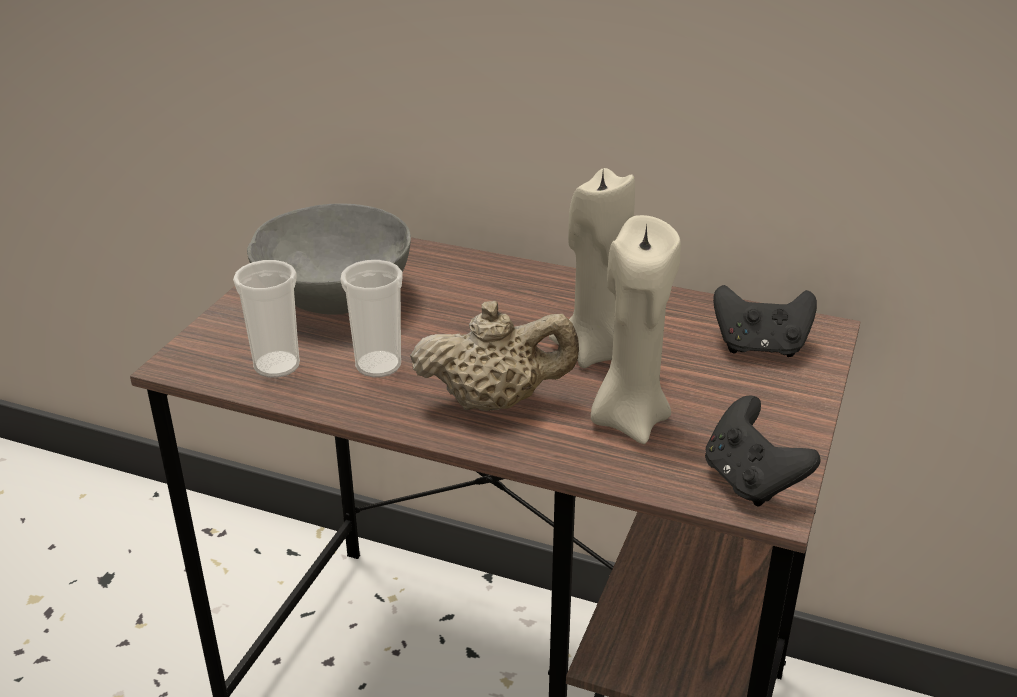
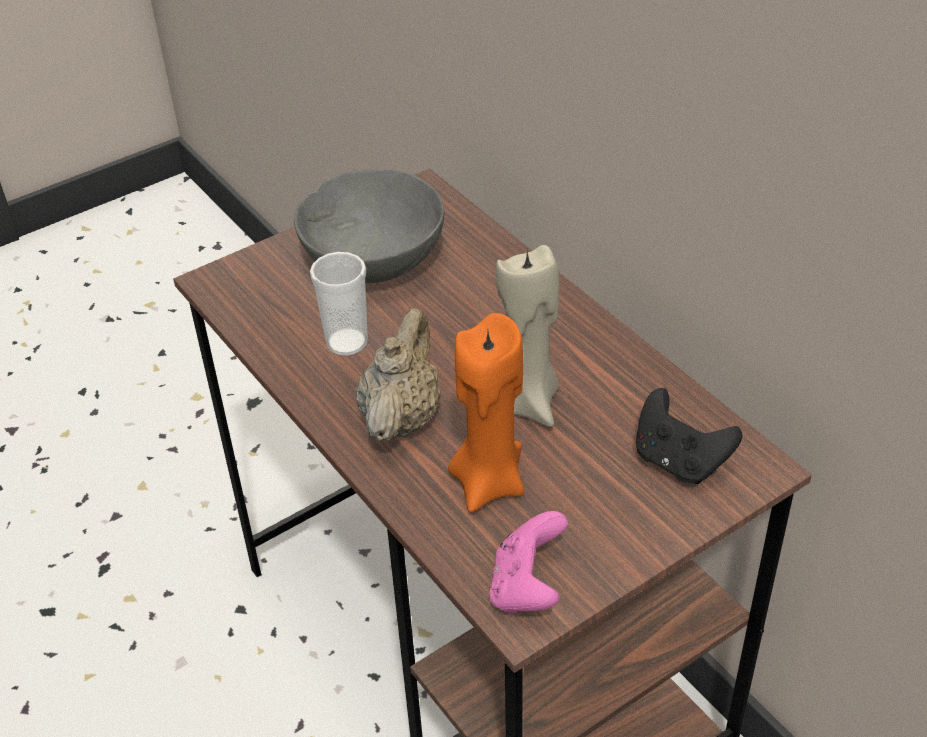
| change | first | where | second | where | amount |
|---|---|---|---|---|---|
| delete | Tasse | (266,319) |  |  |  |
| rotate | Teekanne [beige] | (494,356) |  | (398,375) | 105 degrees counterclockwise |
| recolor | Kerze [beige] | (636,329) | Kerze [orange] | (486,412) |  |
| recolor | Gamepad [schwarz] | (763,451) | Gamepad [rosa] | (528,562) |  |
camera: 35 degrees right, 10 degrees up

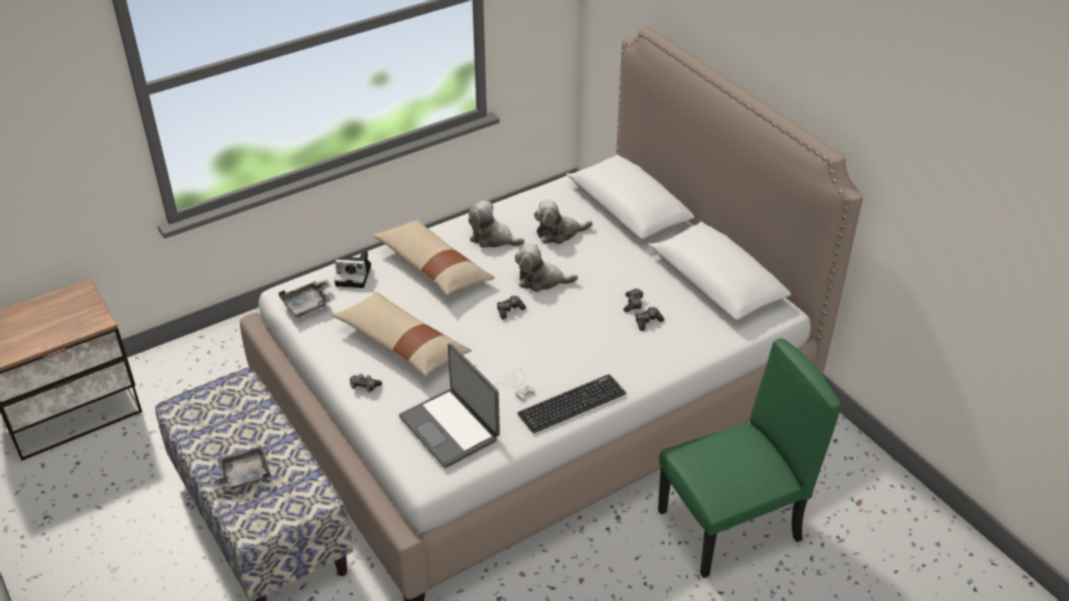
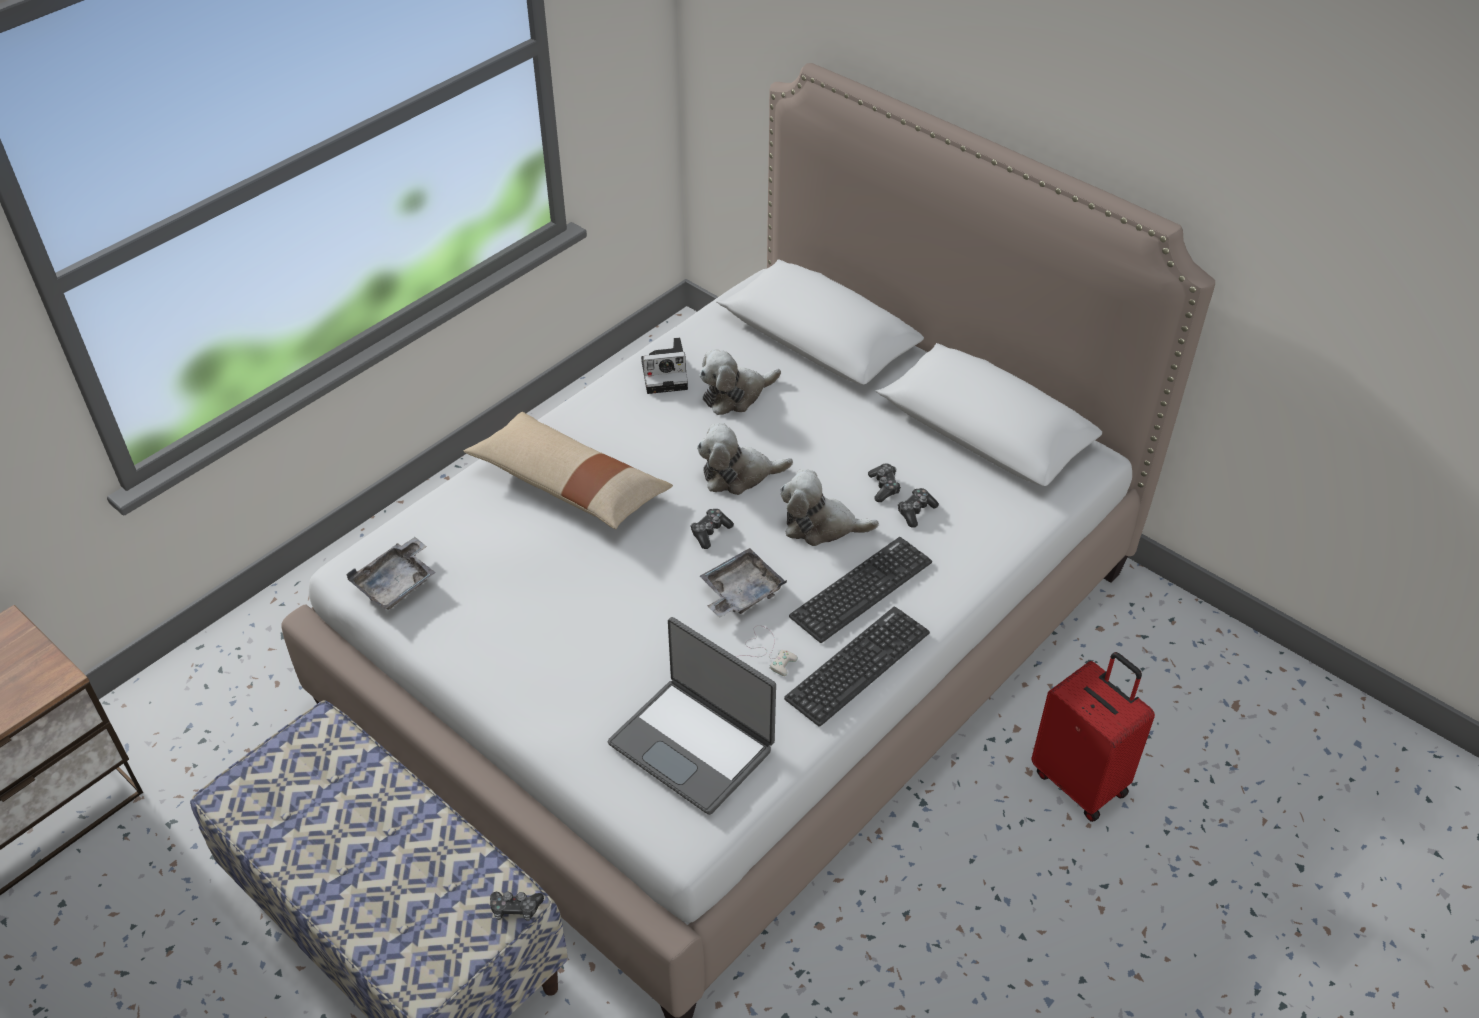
| change | first | where | second | where | amount |
|---|---|---|---|---|---|
| move | Tablett [grau] | (240,468) |  | (743,583) |  |
| delete | Kissen [beige] | (402,334) |  |  |  |
| move | Kamera | (352,269) |  | (664,365) |  |
| move | Gamepad | (366,383) |  | (517,906) |  |
| move | Plüschtier | (496,224) |  | (830,507) |  |
| replace | Stuhl [grün] | (749,458) | Koffer [rot] | (1093,737) |  |
| insert |  |  | Tastatur | (860,590) |  |
camera: 15 degrees left, 5 degrees up

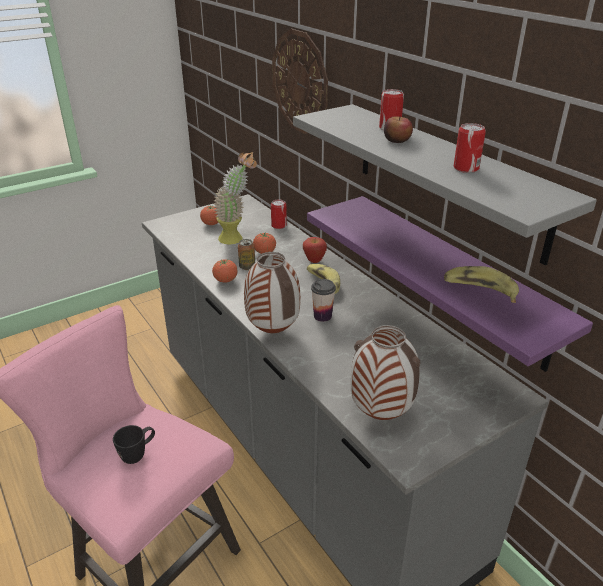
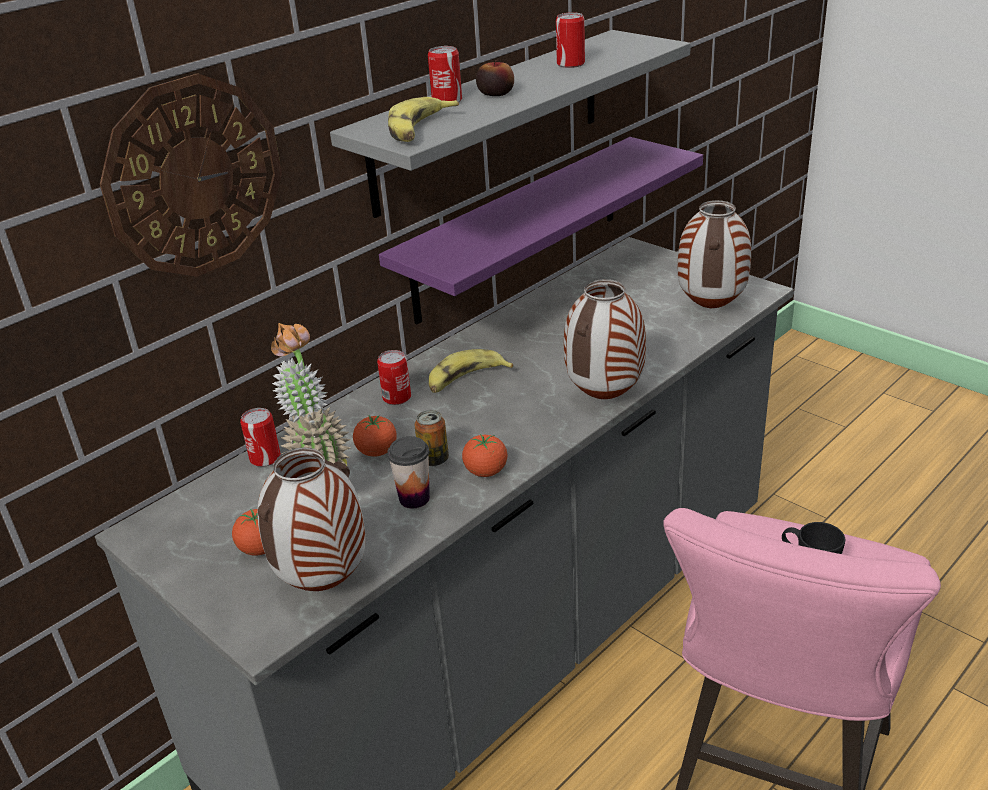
| change | first | where | second | where | amount |
|---|---|---|---|---|---|
| replace | Apfel | (315,250) | Dose | (394,377) |  |
| move | Tasse | (323,300) |  | (408,472) |  |
| move | Banane | (481,284) |  | (423,119) |  |
| insert |  |  | Vase | (311,519) |  |
camera: 100 degrees left, 0 degrees up

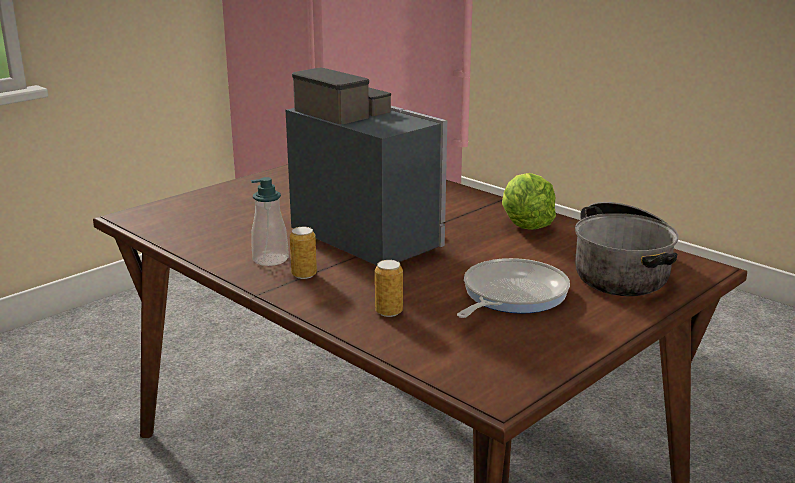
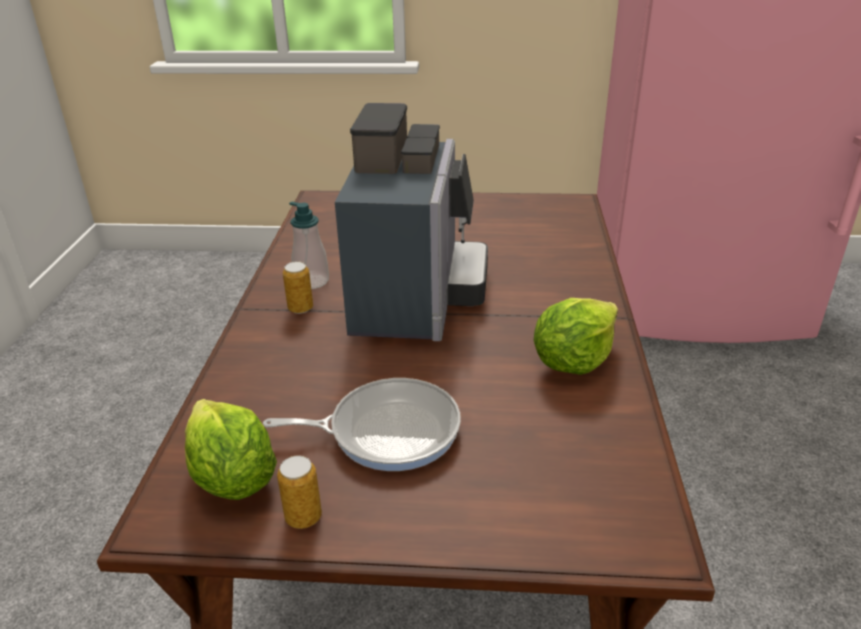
| change | first | where | second | where | amount |
|---|---|---|---|---|---|
| move | Dose | (389,288) |  | (299,492) |  |
| delete | Kochtopf | (627,249) |  |  |  |
| insert |  |  | Salatkopf | (231,449) |  |
camera: 50 degrees right, 10 degrees up

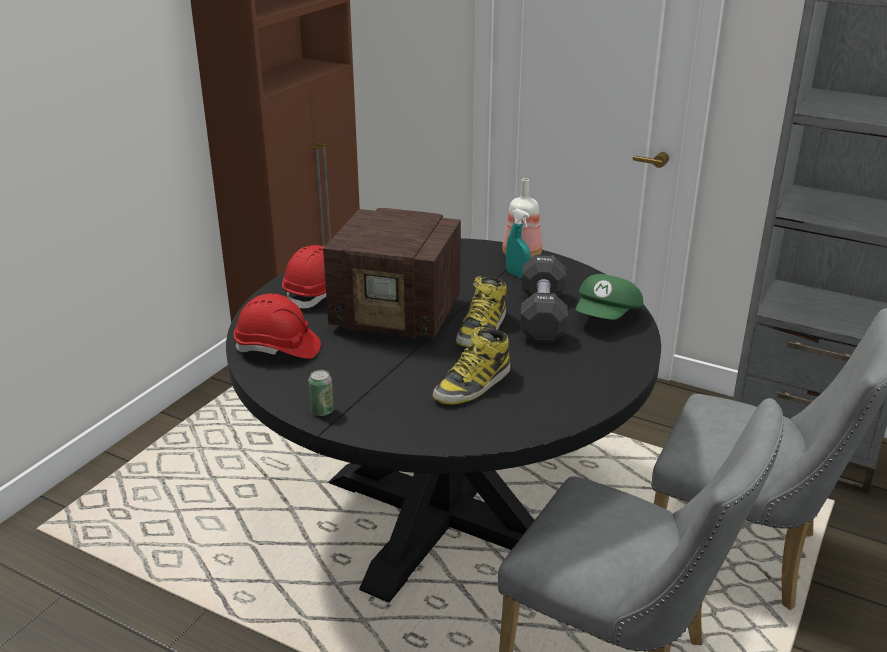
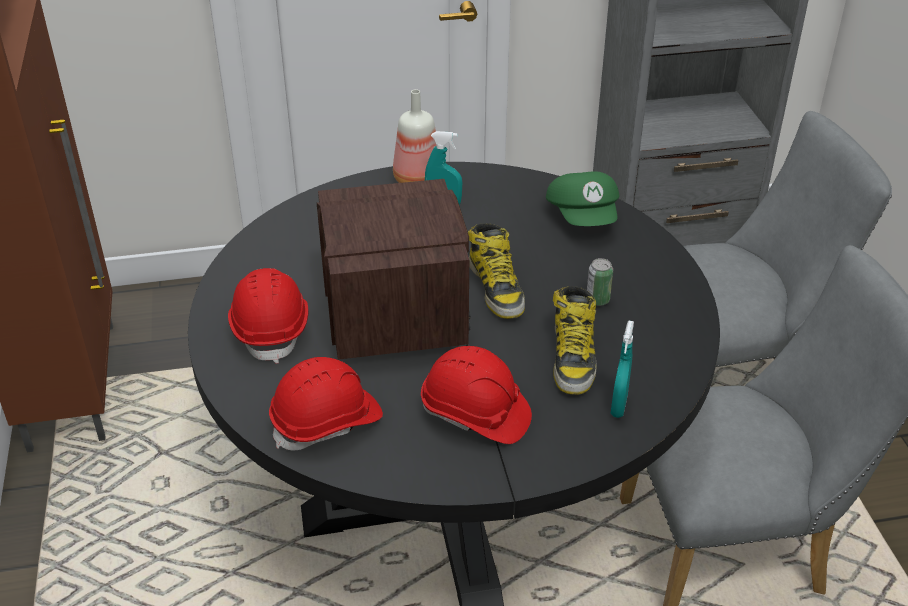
| change | first | where | second | where | amount |
|---|---|---|---|---|---|
| move | Dose | (321,393) |  | (600,282) |  |
| rotate | Radio | (392,273) |  | (393,269) | 75 degrees counterclockwise |
| delete | Hantel [schwarz] | (544,299) |  |  |  |
| insert |  |  | Schutzhelm [rot] | (476,395) |  |
| insert |  |  | Sprühflasche [türkis] | (622,369) |  |
camera: 40 degrees left, 10 degrees up

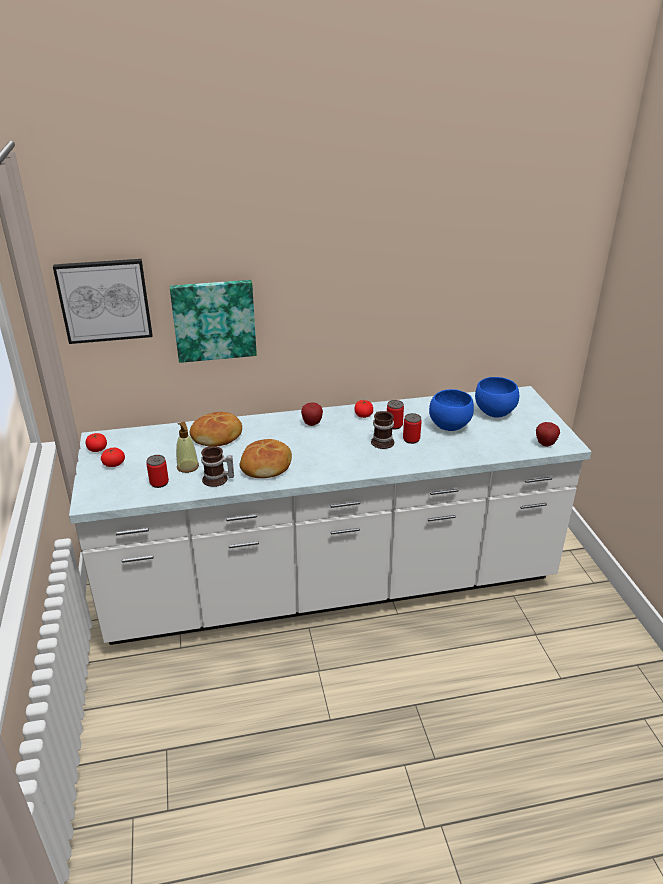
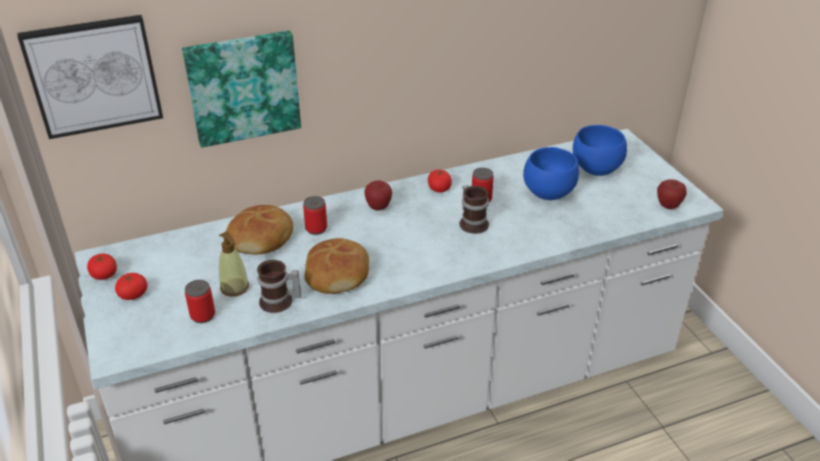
| change | first | where | second | where | amount |
|---|---|---|---|---|---|
| move | Dose | (412,428) |  | (315,215) |  |
camera: 10 degrees left, 5 degrees up

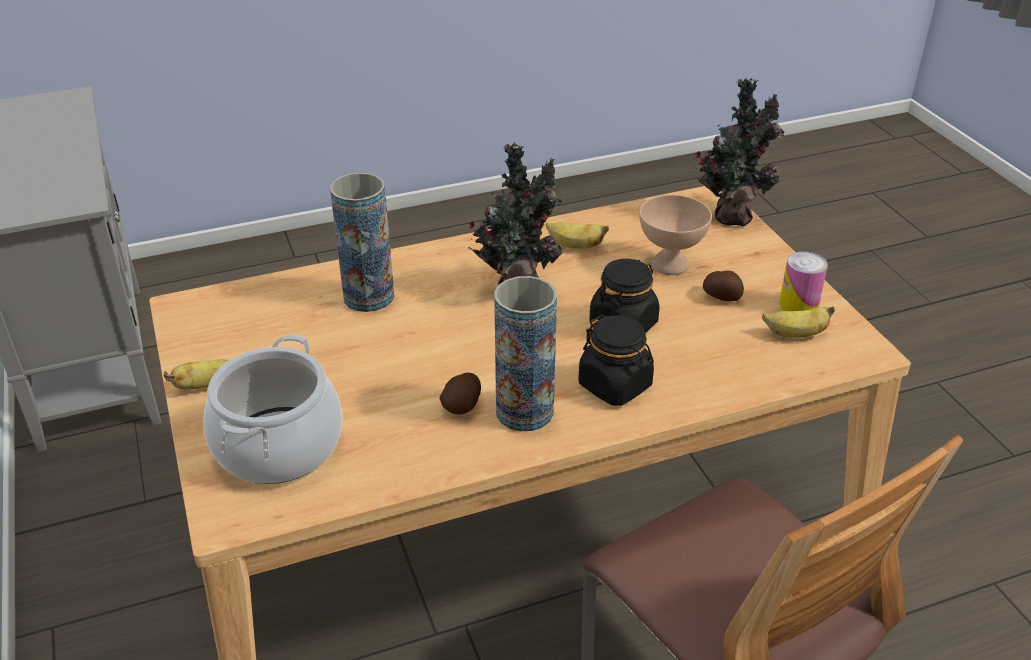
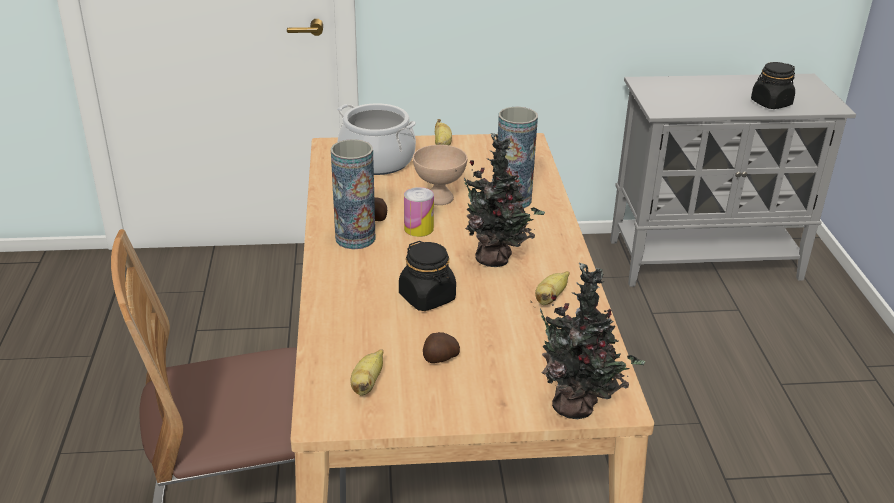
| change | first | where | second | where | amount |
|---|---|---|---|---|---|
| move | Vorratsglas [schwarz] | (616,360) |  | (773,85) |  |
| move | Schüssel [beige] | (675,235) |  | (440,175) |  |
| move | Dose | (803,281) |  | (419,212) |  |
camera: 105 degrees right, 5 degrees down

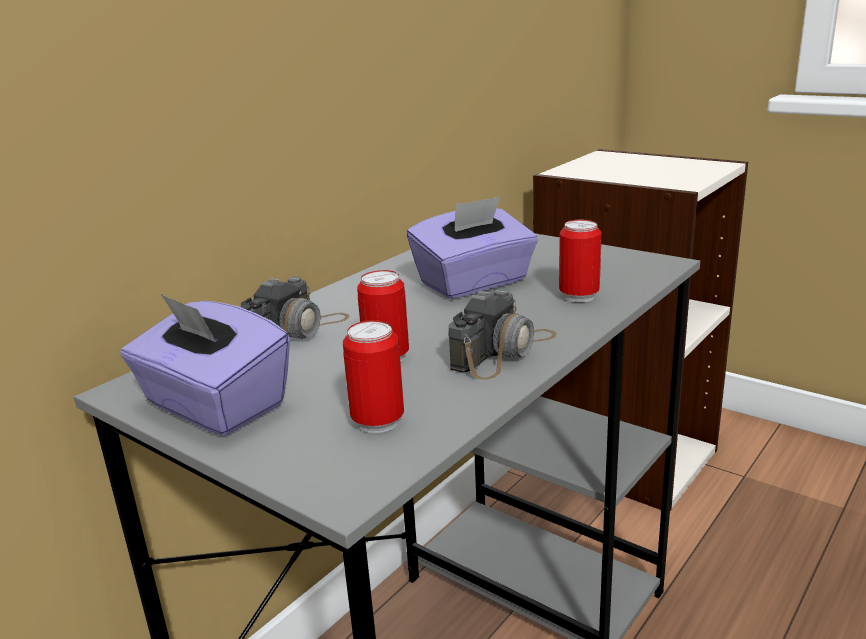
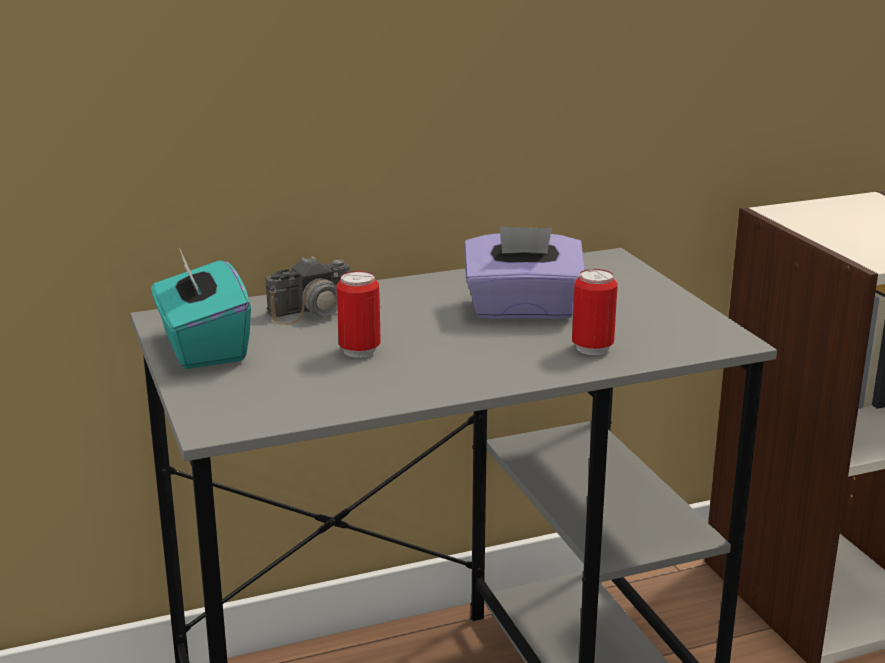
| change | first | where | second | where | amount |
|---|---|---|---|---|---|
| recolor | Taschentuchbox [lila] | (205,364) | Taschentuchbox [türkis] | (201,308) |  |
| delete | Dose | (373,376) |  |  |  |
| delete | Kamera | (502,334) |  |  |  |
camera: 30 degrees right, 0 degrees up

